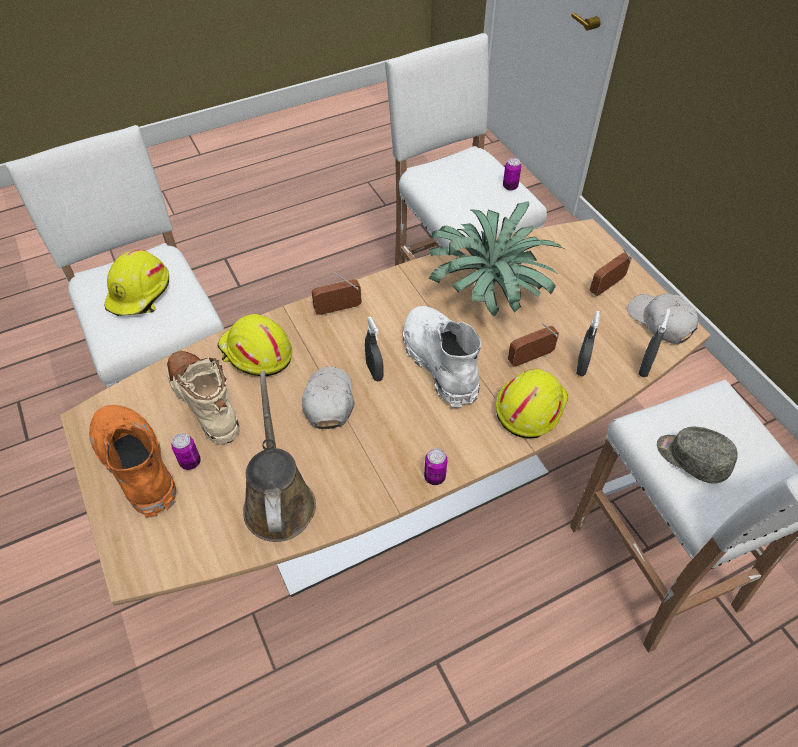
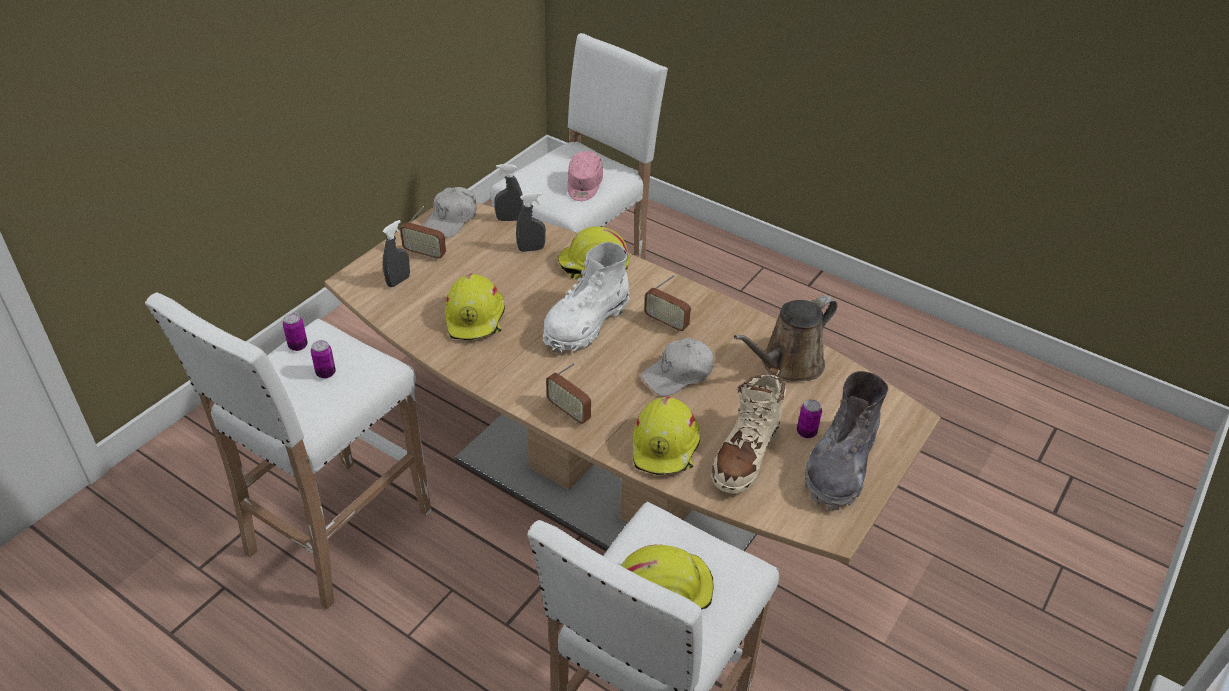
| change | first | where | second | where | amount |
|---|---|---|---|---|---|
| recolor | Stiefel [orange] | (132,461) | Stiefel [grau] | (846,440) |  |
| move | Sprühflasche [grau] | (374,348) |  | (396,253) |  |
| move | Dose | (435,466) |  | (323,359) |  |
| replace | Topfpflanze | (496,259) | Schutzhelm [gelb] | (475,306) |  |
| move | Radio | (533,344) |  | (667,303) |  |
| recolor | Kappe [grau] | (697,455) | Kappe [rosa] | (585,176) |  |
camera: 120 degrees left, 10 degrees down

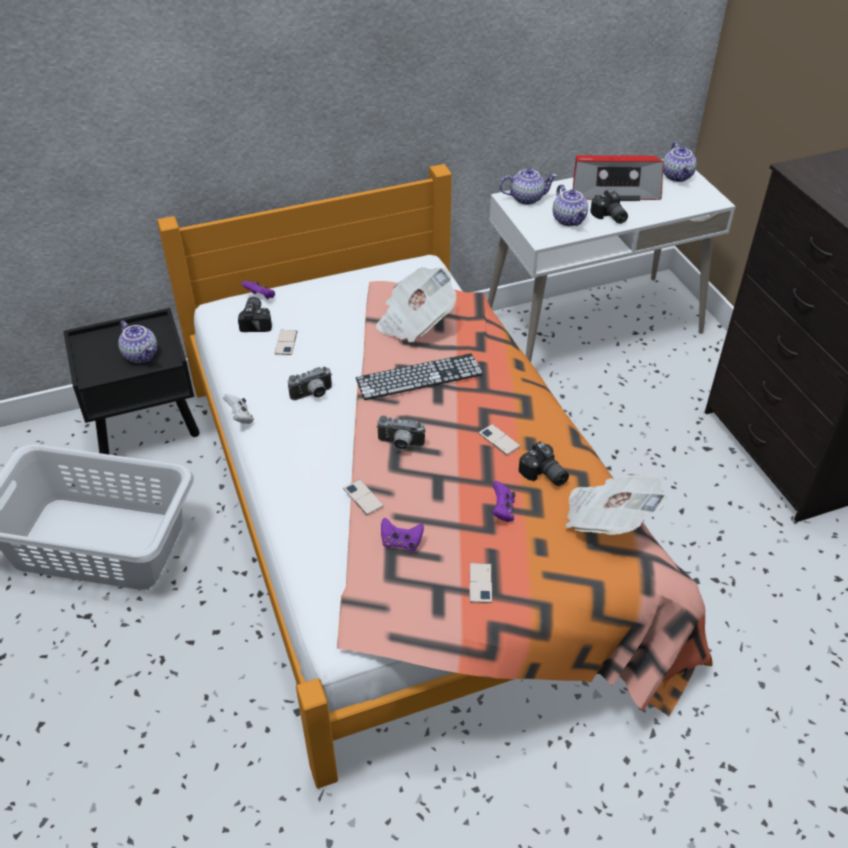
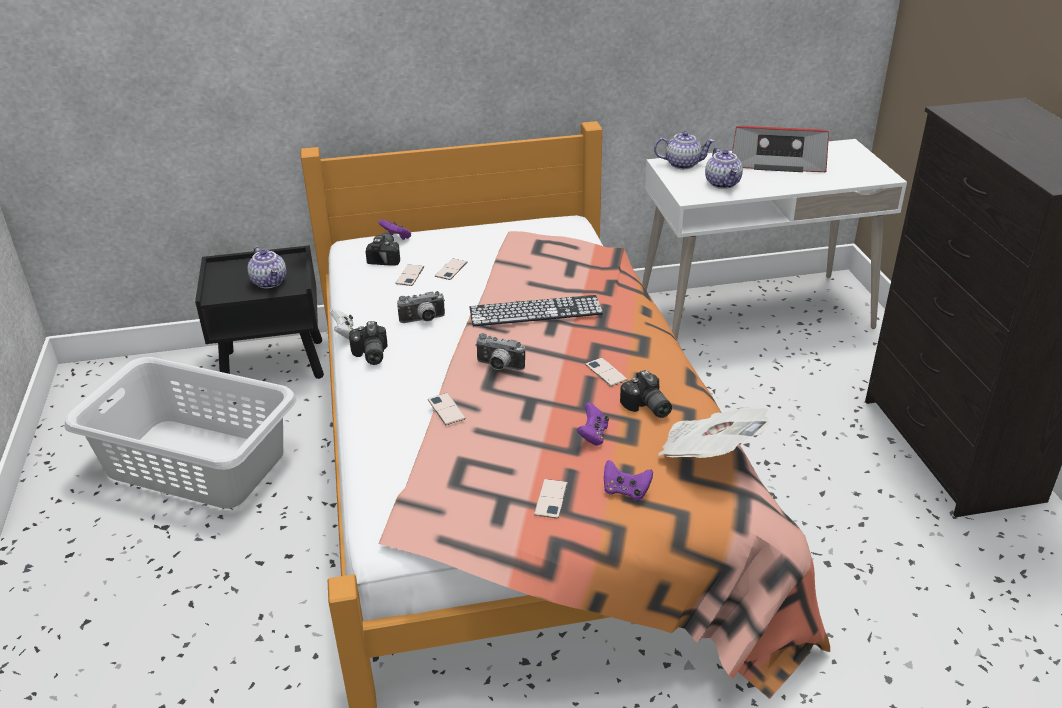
| change | first | where | second | where | amount |
|---|---|---|---|---|---|
| delete | Zeitung | (416,304) |  |  |  |
| move | Gamepad [lila] | (402,535) |  | (628,480) |  |
| move | Kamera | (609,206) |  | (368,343) |  |
| delete | Teekanne | (680,162) |  |  |  |
| insert |  |  | Handy | (451,269) |  |
camera: 10 degrees right, 10 degrees down

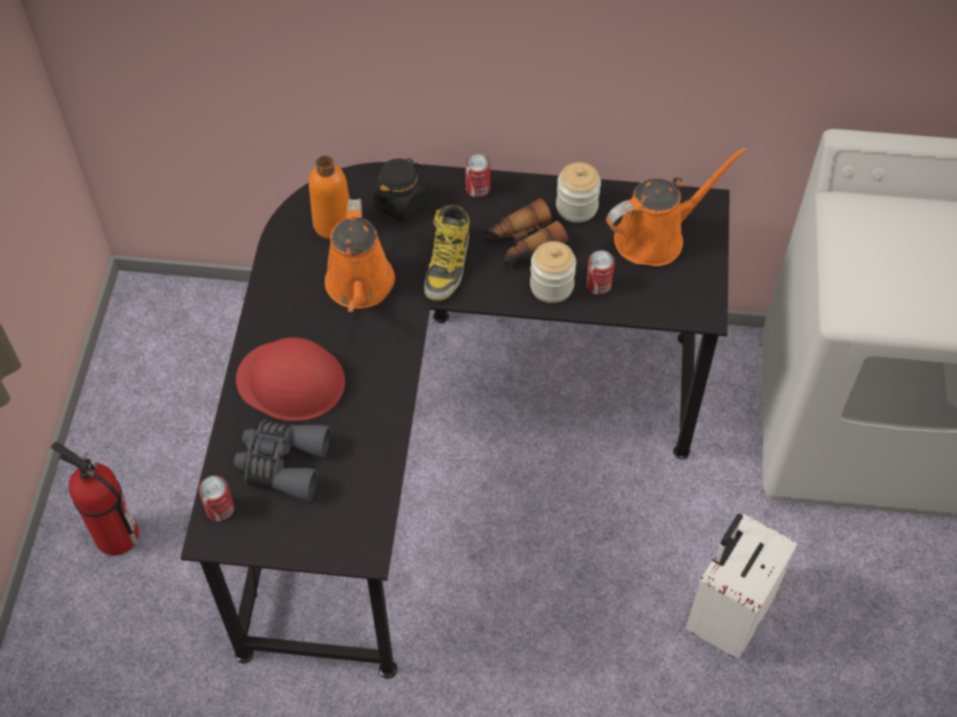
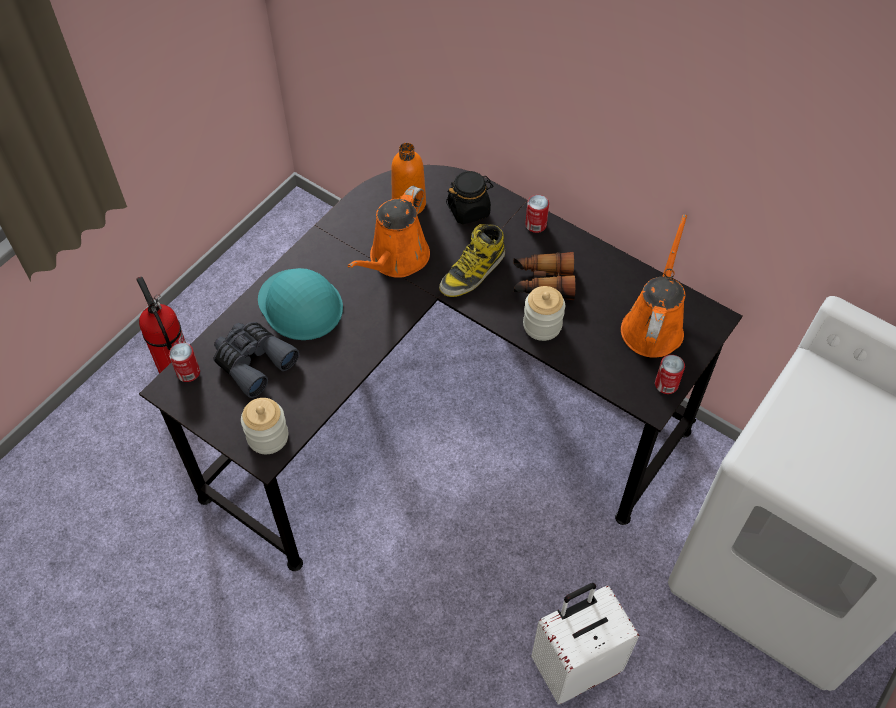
| change | first | where | second | where | amount |
|---|---|---|---|---|---|
| recolor | Schutzhelm [rot] | (290,380) | Schutzhelm [türkis] | (300,304) |  |
| move | Vorratsglas | (578,192) |  | (264,426) |  |
| move | Dose | (600,272) |  | (670,374) |  |
| rotate | Gießkanne [orange] | (676,206) |  | (654,286) | 75 degrees counterclockwise |
camera: 30 degrees right, 0 degrees up

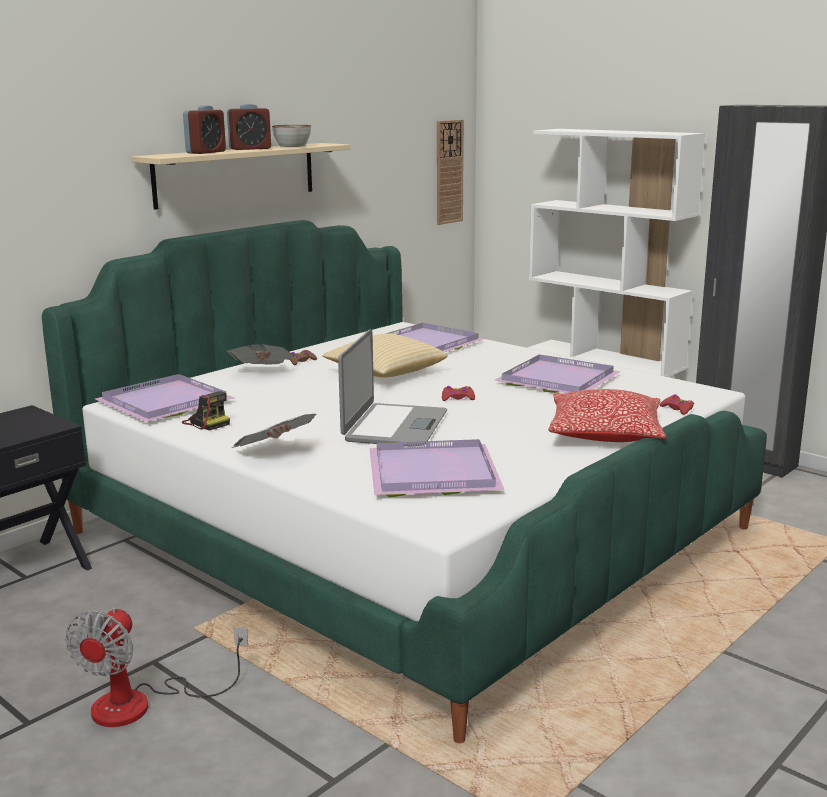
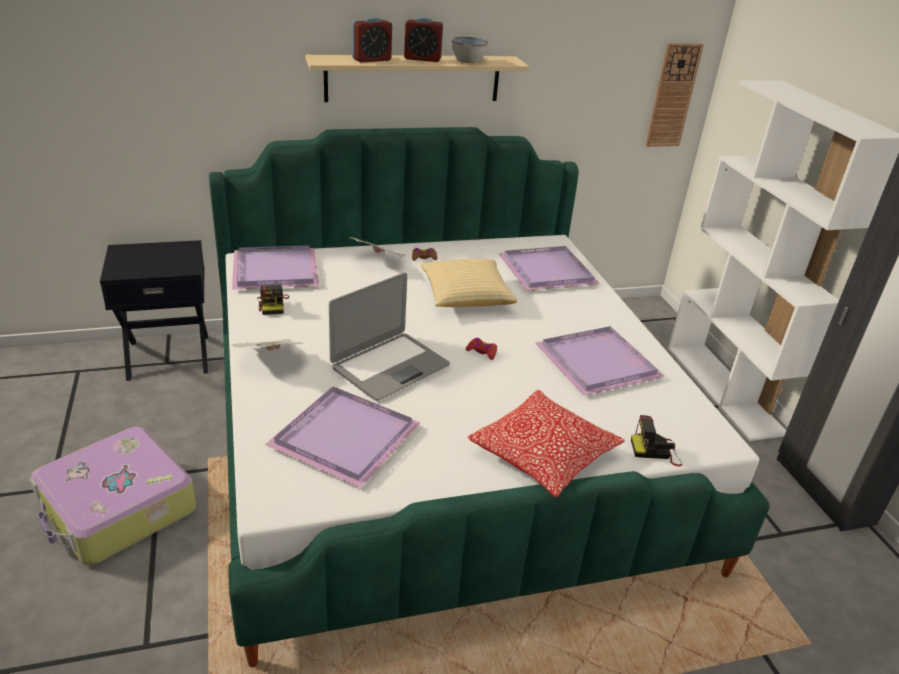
| change | first | where | second | where | amount |
|---|---|---|---|---|---|
| replace | Ventilator | (156,667) | Koffer | (113,496) |  |
| replace | Gamepad [rot] | (677,404) | Kamera | (656,441) |  |
camera: 30 degrees right, 15 degrees up

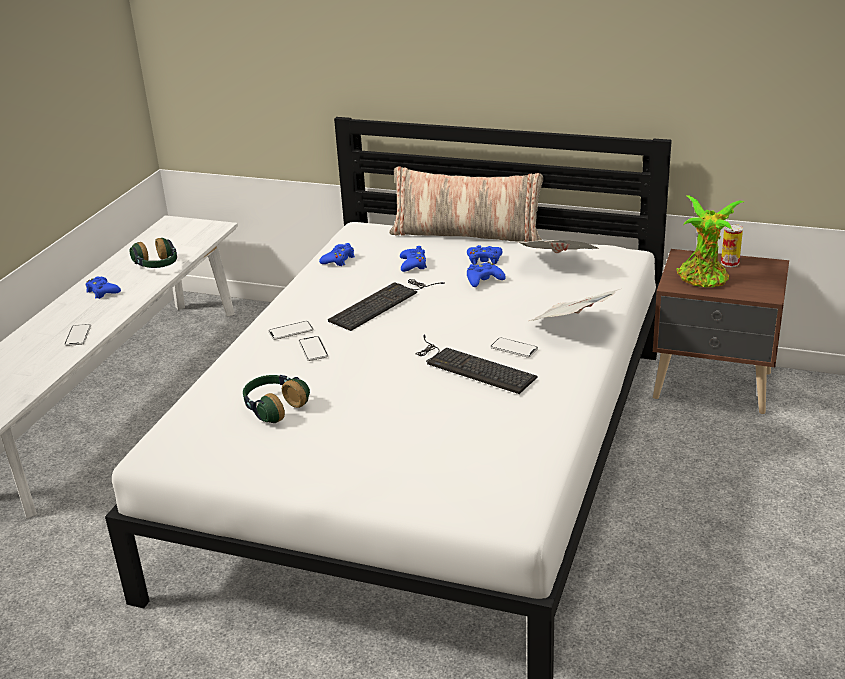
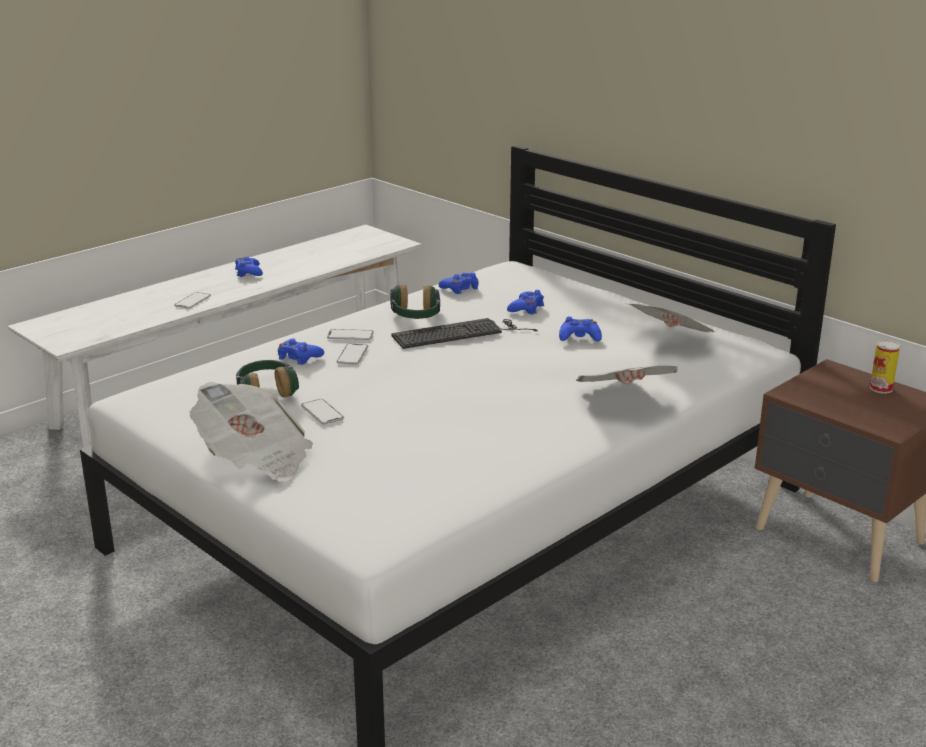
| change | first | where | second | where | amount |
|---|---|---|---|---|---|
| move | Kopfhörer | (153,253) |  | (415,302) |  |
| delete | Kissen | (466,204) |  |  |  |
| delete | Tastatur | (477,364) |  |  |  |
| move | Gamepad [blau] | (485,255) |  | (301,351) |  |
| move | Handy | (514,347) |  | (322,412) |  |
| delete | Topfpflanze | (710,241) |  |  |  |
| insert |  |  | Zeitung | (251,432) |  |
camera: 25 degrees right, 5 degrees down

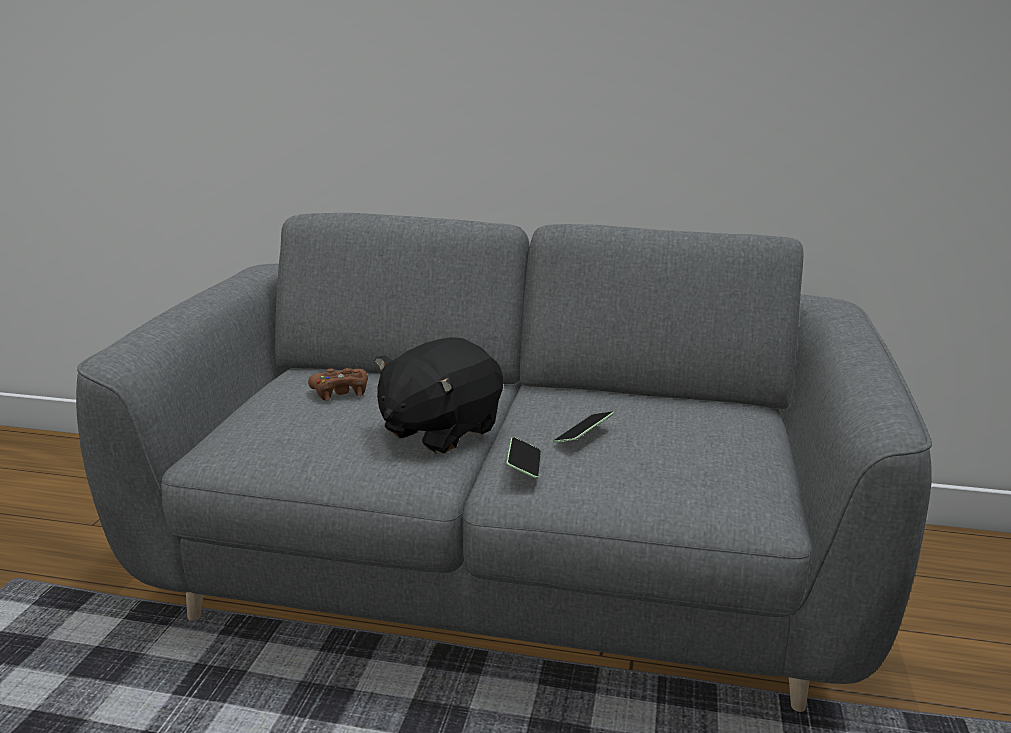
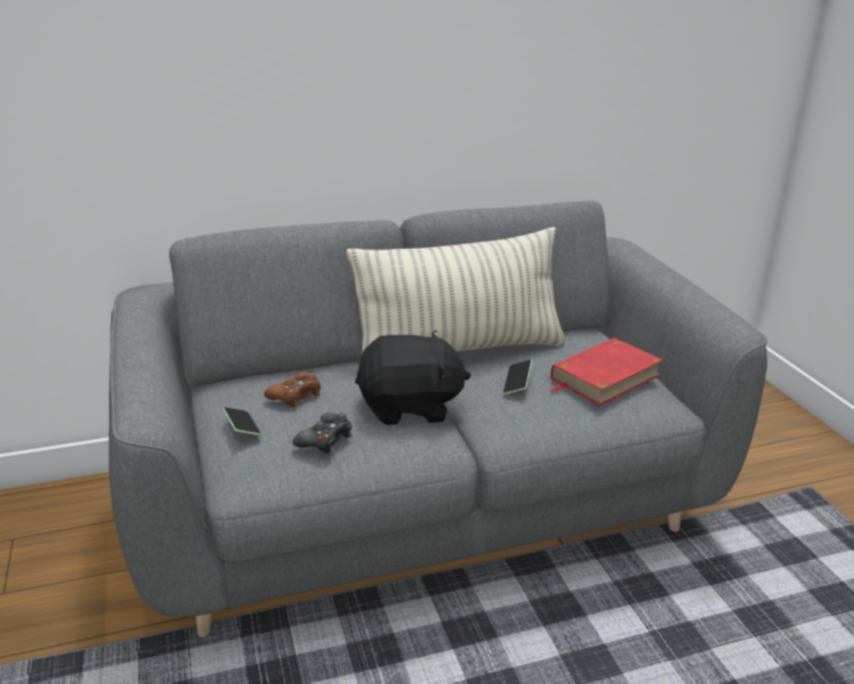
| change | first | where | second | where | amount |
|---|---|---|---|---|---|
| rotate | Plüschtier [schwarz] | (439,395) |  | (413,377) | 105 degrees counterclockwise |
| move | Handy | (523,458) |  | (242,421) |  |
| insert |  |  | Gamepad [schwarz] | (322,432) |  |
| insert |  |  | Kissen | (456,299) |  |
| insert |  |  | Buch [rot] | (606,372) |  |
camera: 30 degrees left, 5 degrees up

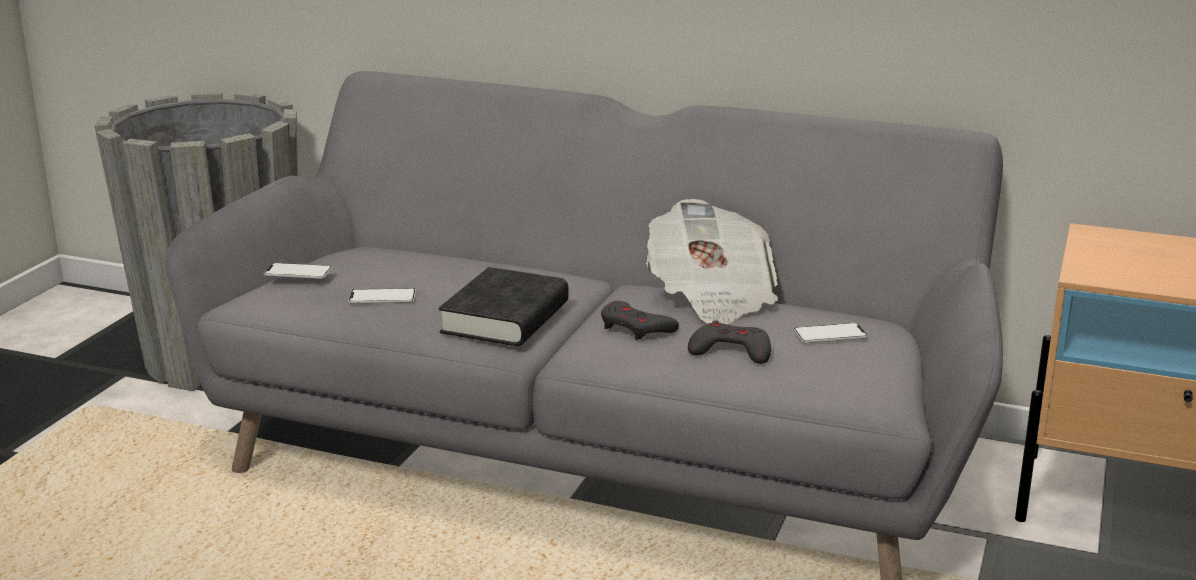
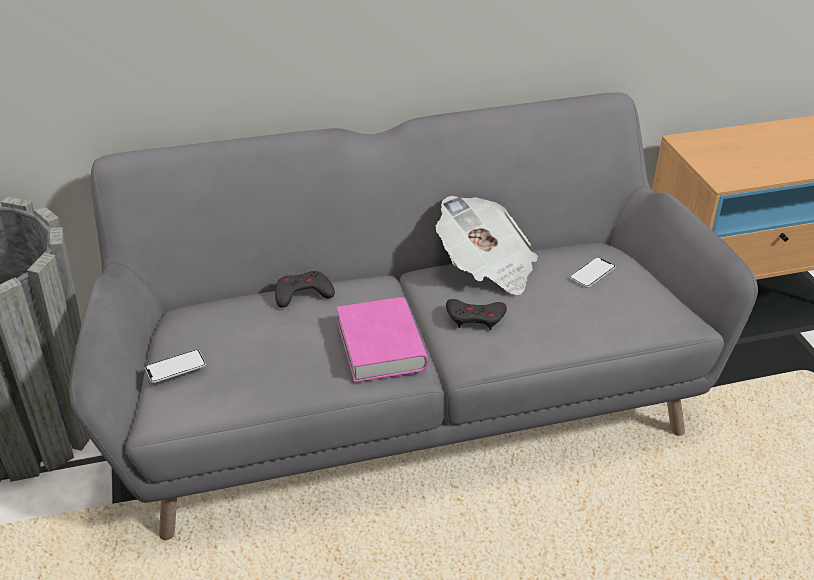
| change | first | where | second | where | amount |
|---|---|---|---|---|---|
| delete | Handy | (382,296) |  |  |  |
| recolor | Buch [schwarz] | (504,306) | Buch [rosa] | (382,340) |  |
| move | Gamepad [grau] | (729,342) |  | (305,289) |  |
camera: 35 degrees left, 15 degrees up

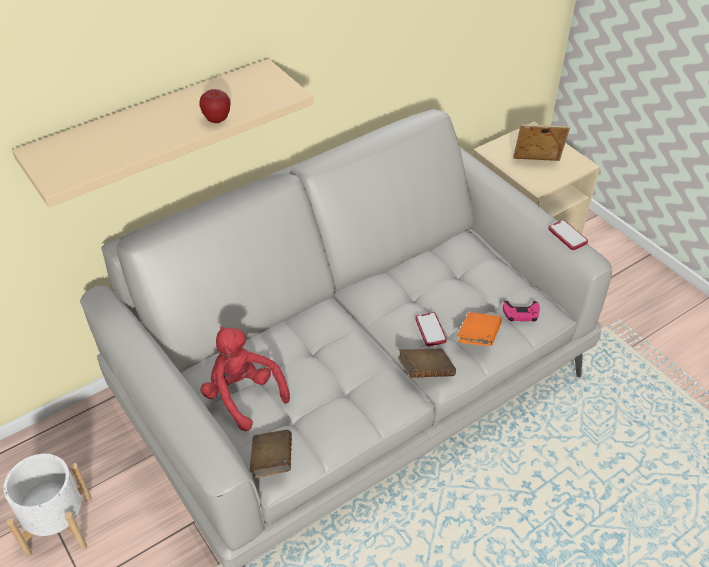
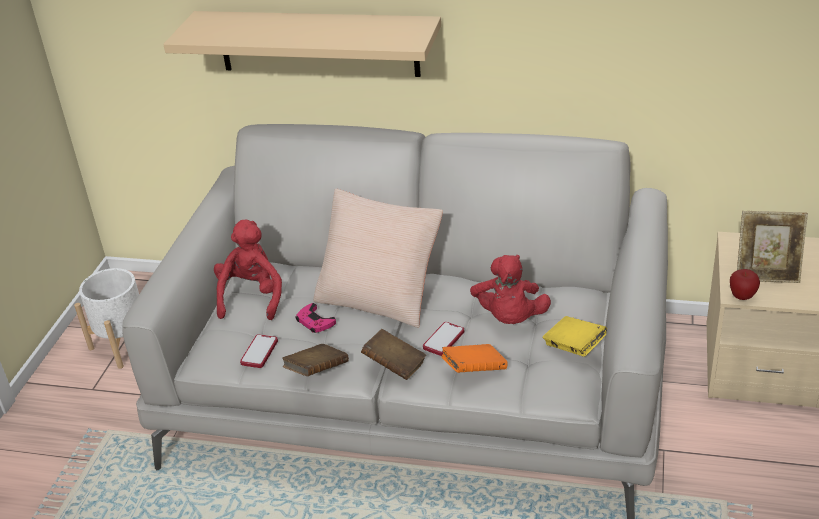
| change | first | where | second | where | amount |
|---|---|---|---|---|---|
| move | Apfel | (215,106) |  | (745,284) |  |
| move | Buch [braun] | (271,454) |  | (315,360) |  |
| move | Gamepad [rosa] | (521,311) |  | (316,318) |  |
| rotate | Bilderrahmen | (541,142) |  | (772,247) | 135 degrees clockwise |
| move | Handy | (568,235) |  | (259,351) |  |
| insert |  |  | Kissen [beige] | (378,258) |  |
| insert |  |  | Plüschtier [rot] | (510,289) |  |
| insert |  |  | Buch [gelb] | (574,336) |  |
camera: 50 degrees right, 10 degrees down

